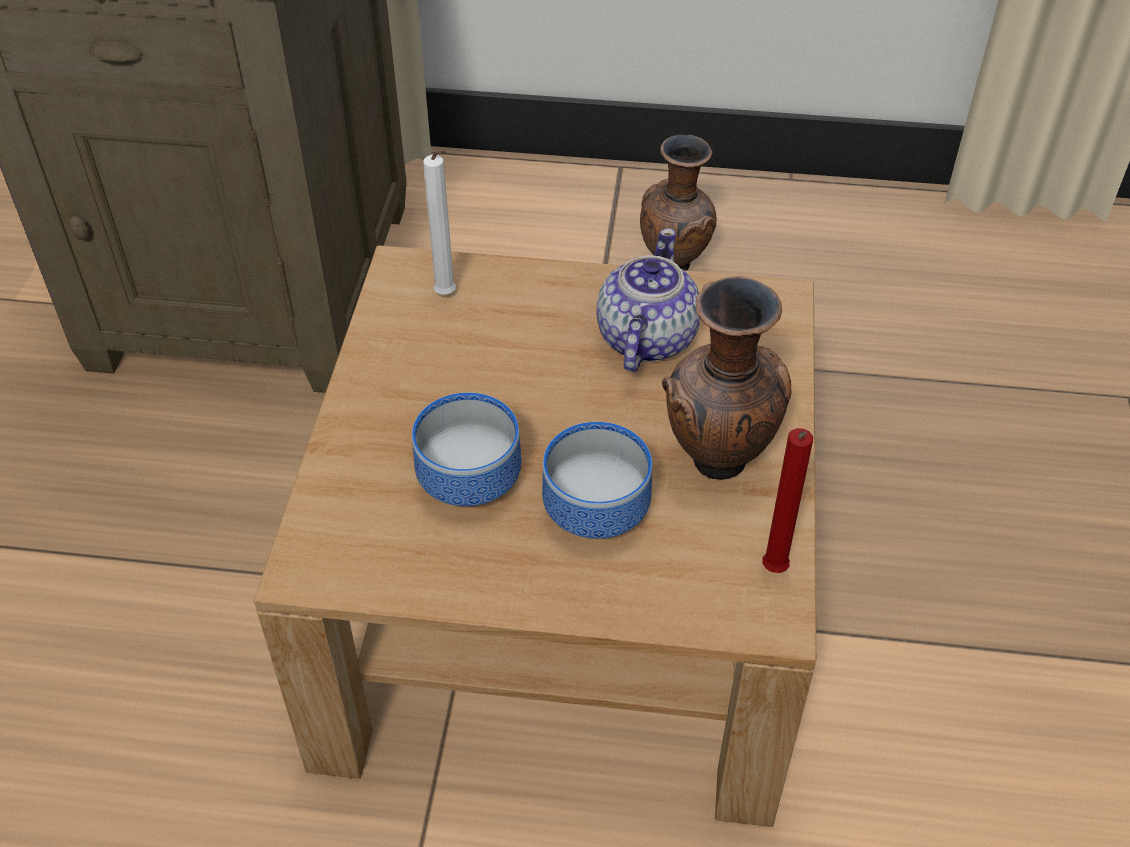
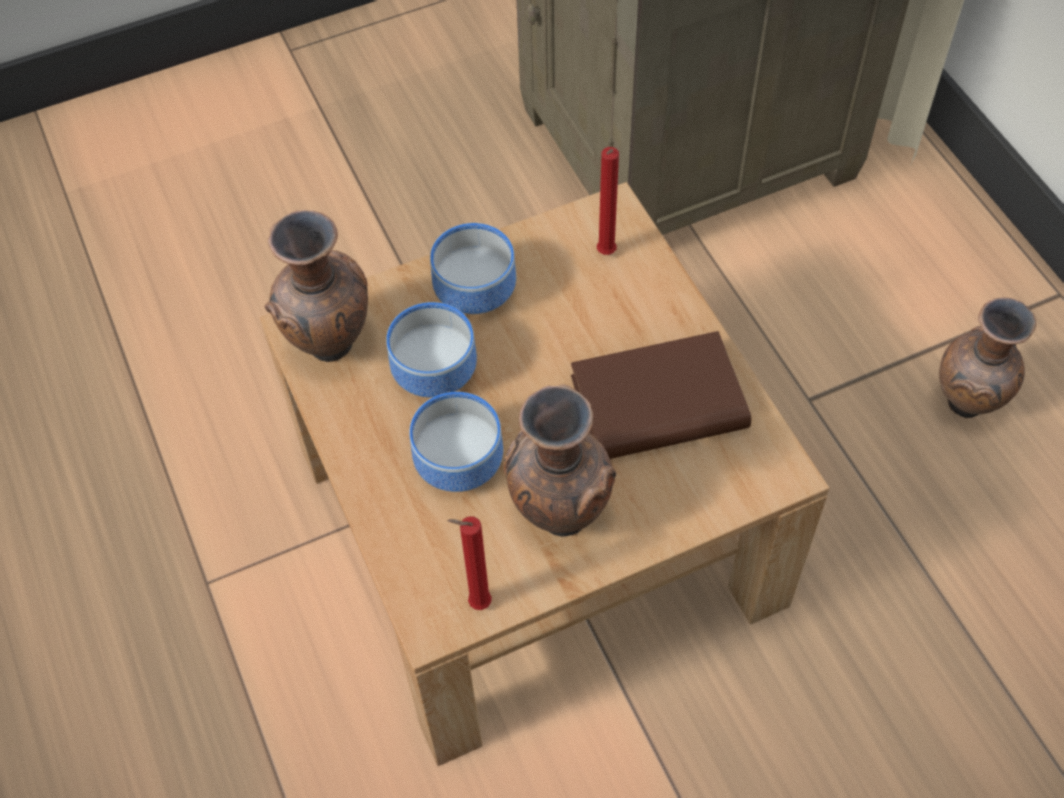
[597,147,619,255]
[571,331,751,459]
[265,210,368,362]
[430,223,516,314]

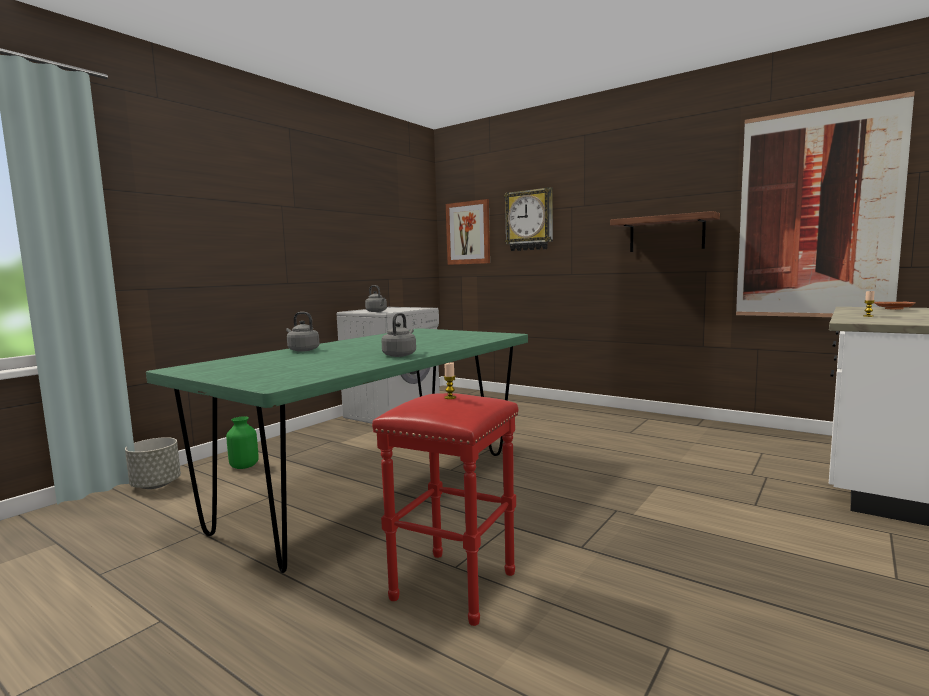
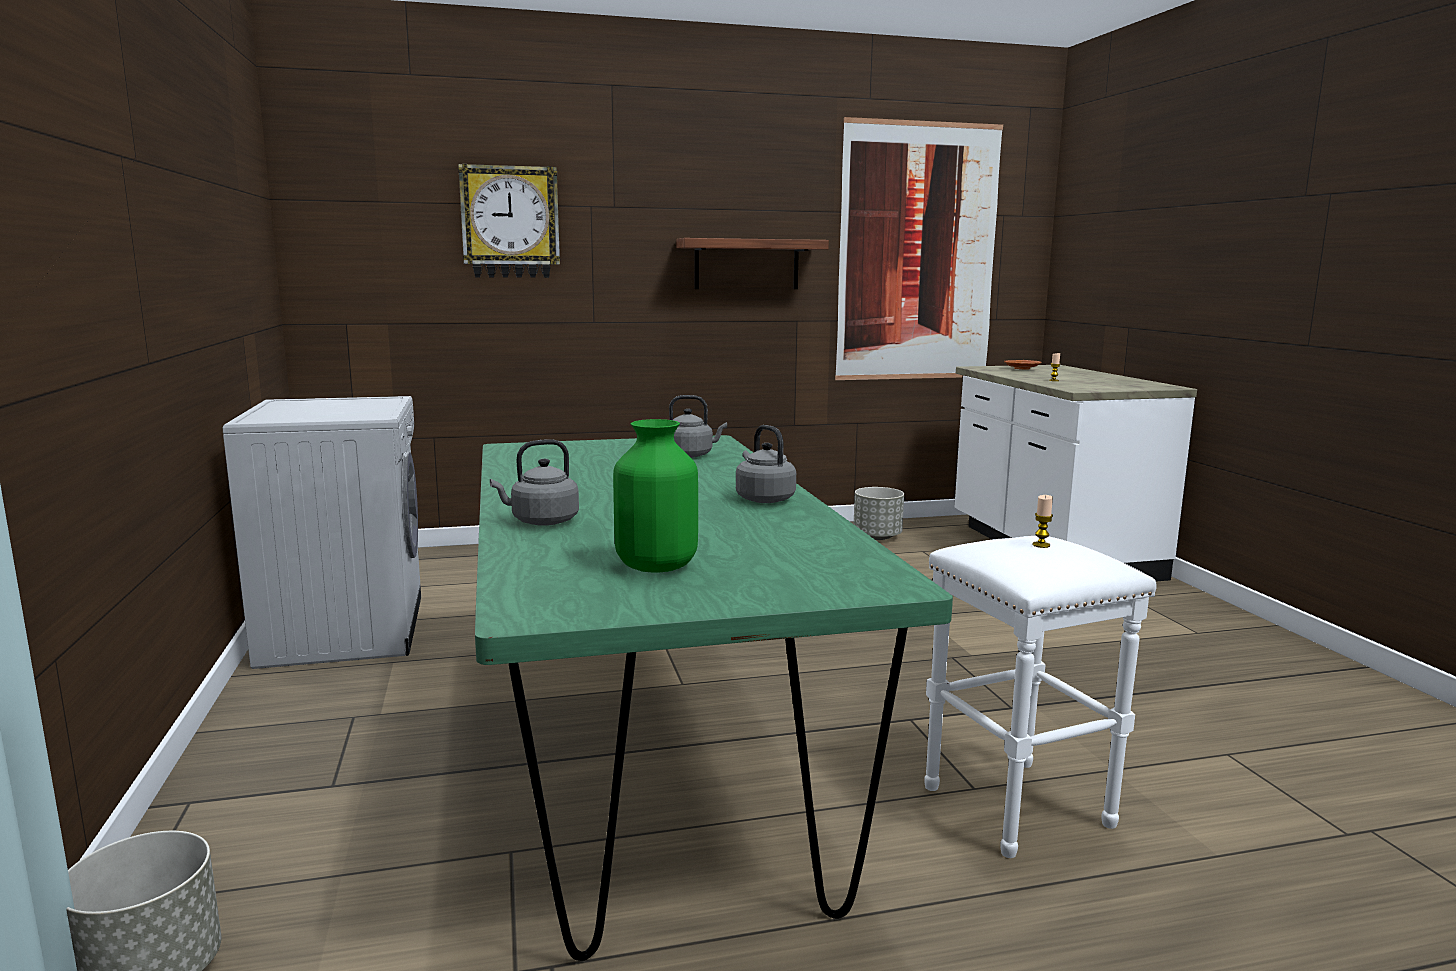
[613,419,698,573]
[669,395,727,458]
[924,536,1157,858]
[446,199,490,265] (first image)
[854,487,904,540]

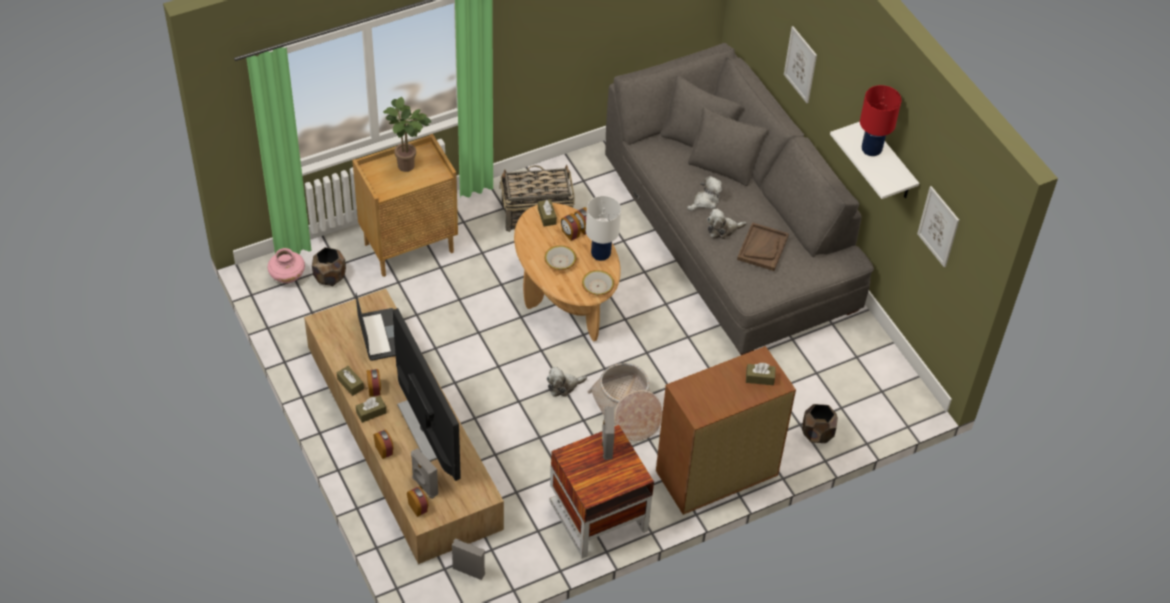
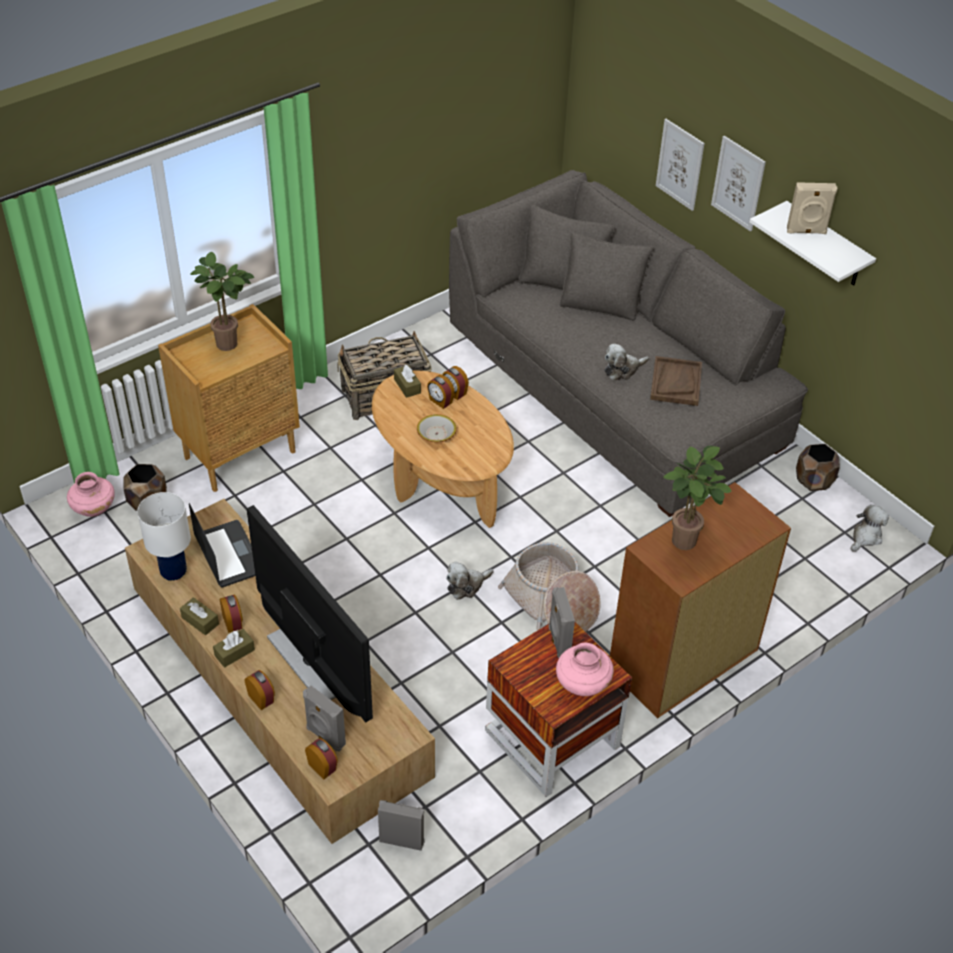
[582,270,614,295] (first image)
[137,492,191,581]
[851,505,889,552]
[746,363,776,385] (first image)
[796,444,840,491]
[787,182,838,234]
[711,136,766,231]
[556,642,614,696]
[664,446,732,550]

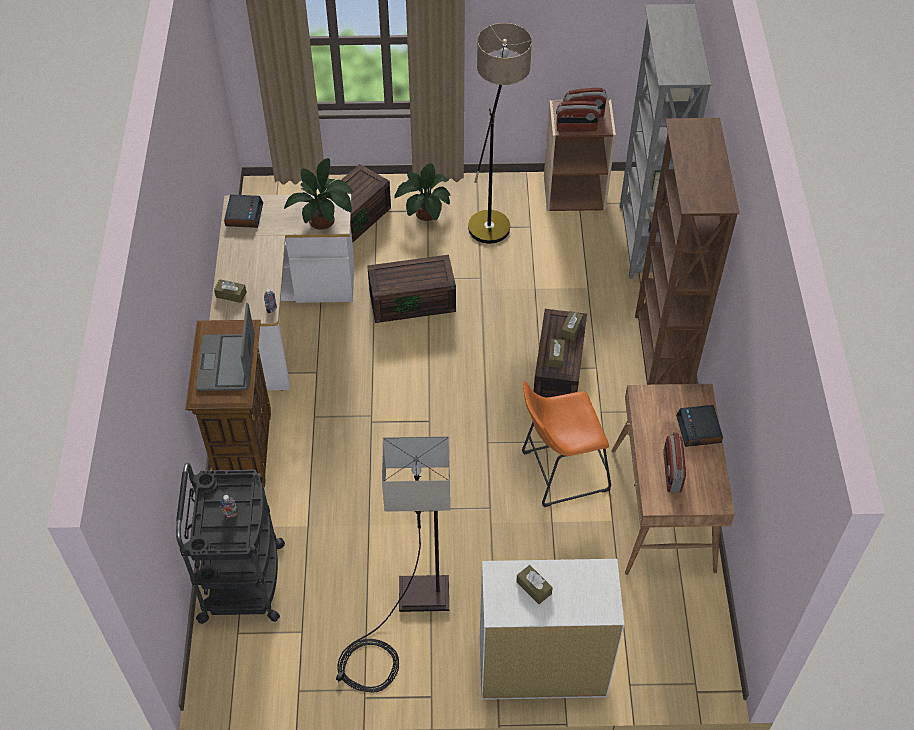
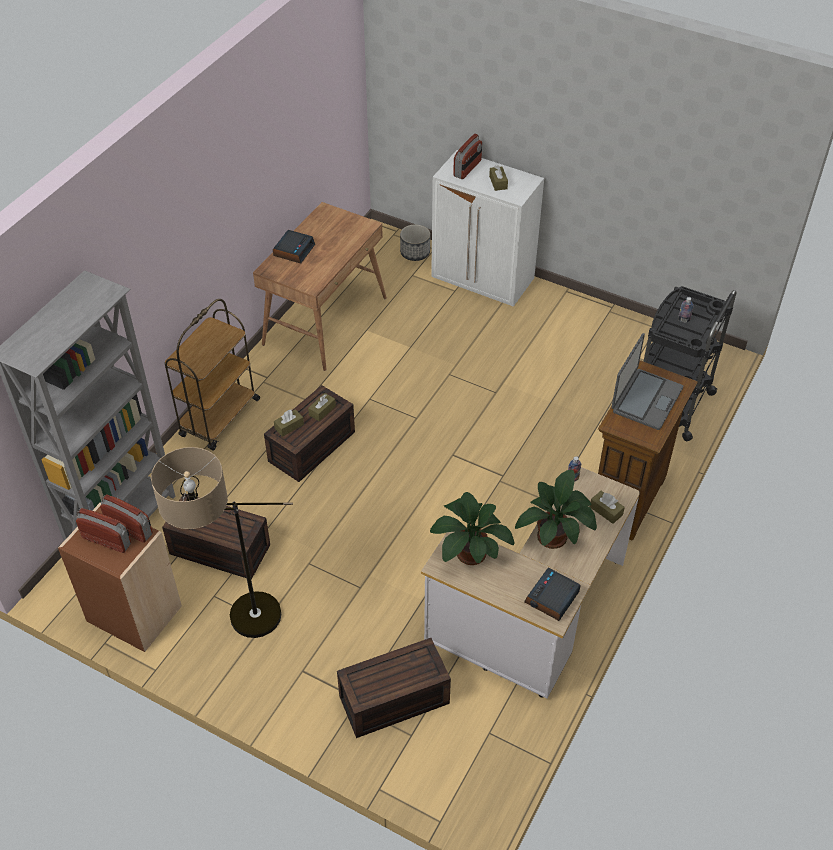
[336,436,450,692] (first image)
[162,493,270,579]
[515,470,597,549]
[522,381,611,507] (first image)
[164,299,260,451]
[453,134,482,179]
[400,224,430,261]

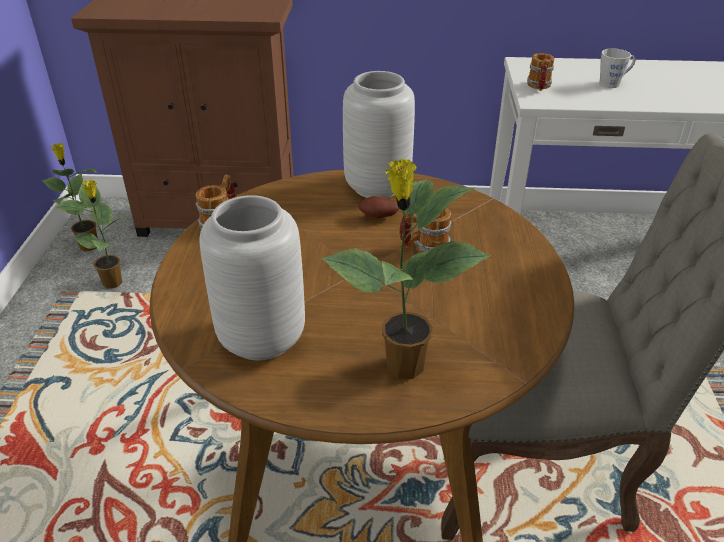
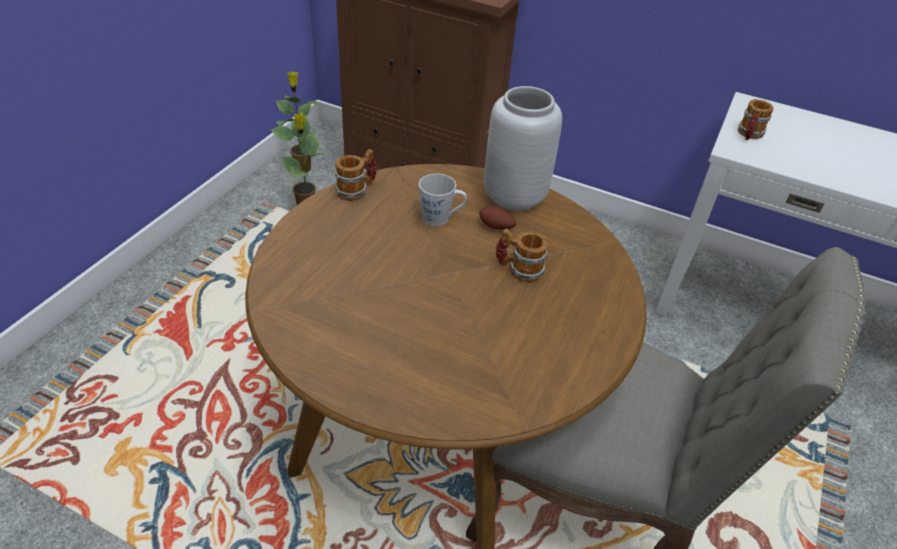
[199,195,305,361] (first image)
[321,158,491,379] (first image)
[418,174,467,226]

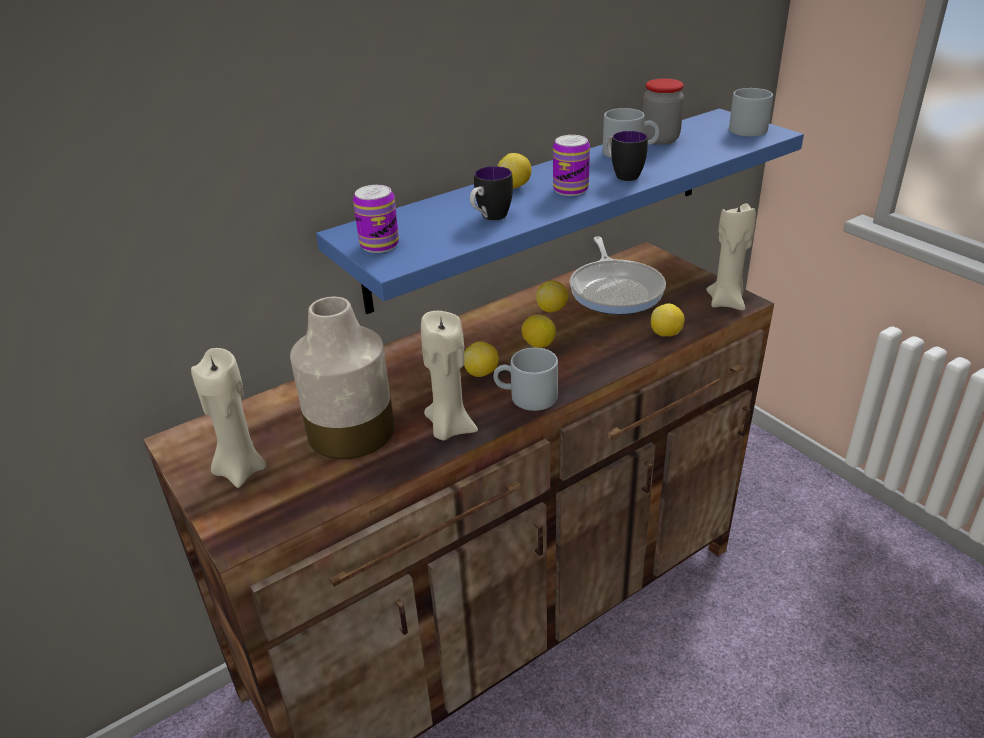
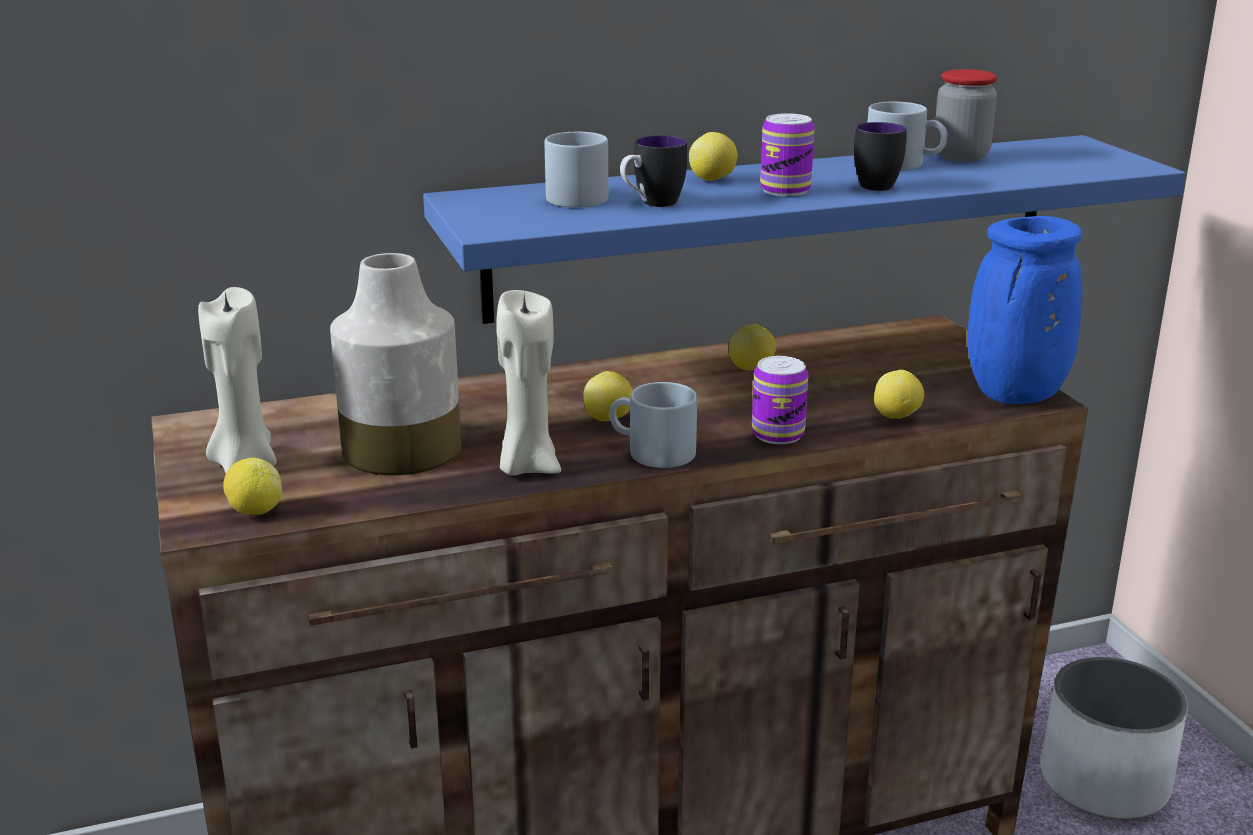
[752,356,809,444]
[223,458,282,515]
[570,236,666,314] (first image)
[967,216,1082,404]
[545,132,608,208]
[1041,657,1188,820]

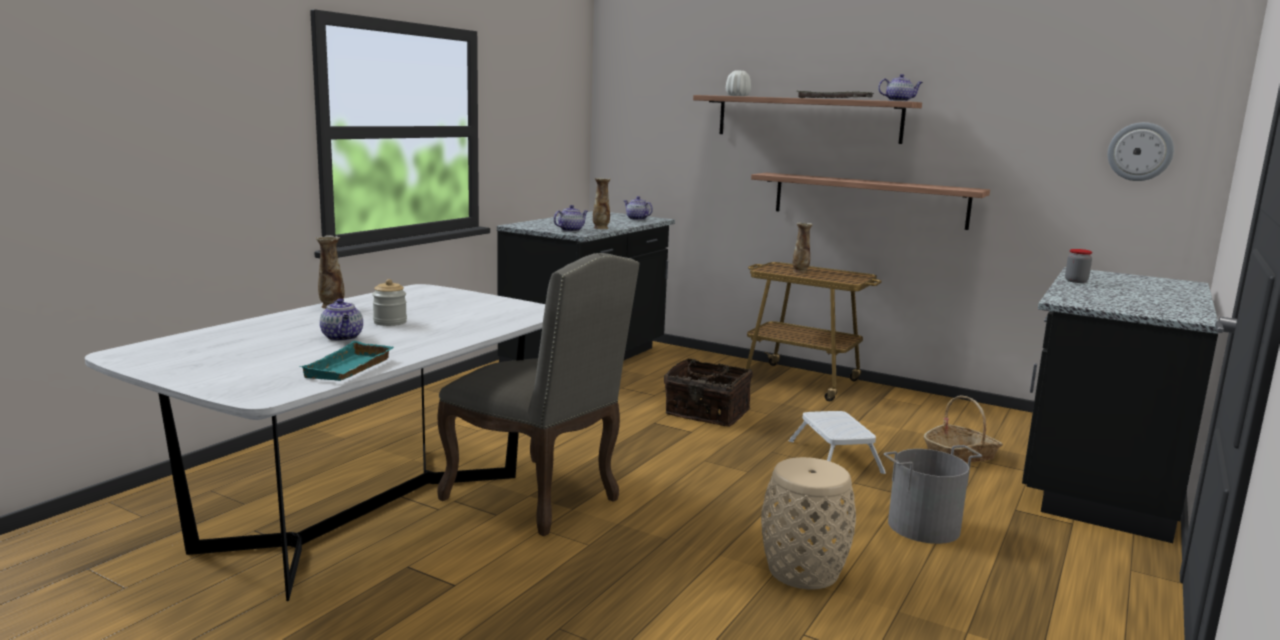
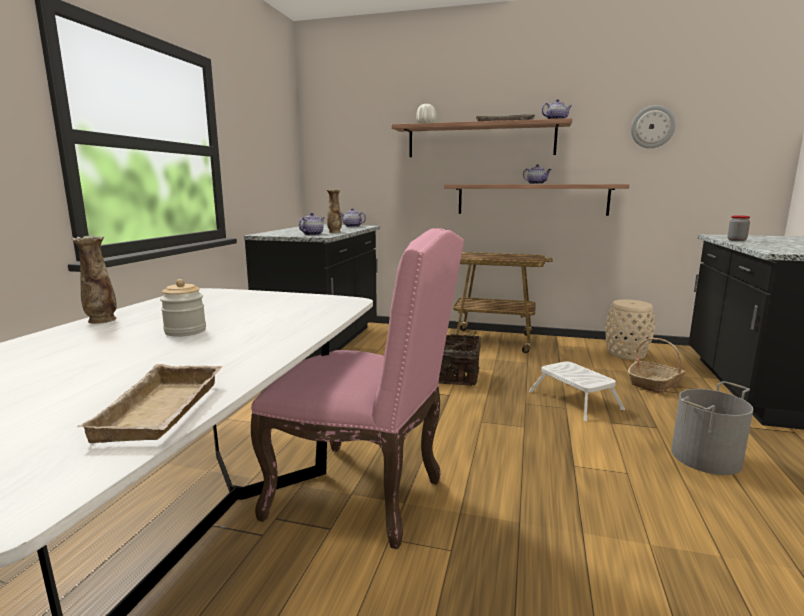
[77,364,222,443]
[523,164,552,184]
[251,228,464,549]
[605,299,655,360]
[793,222,813,274] (first image)
[631,105,676,148]

